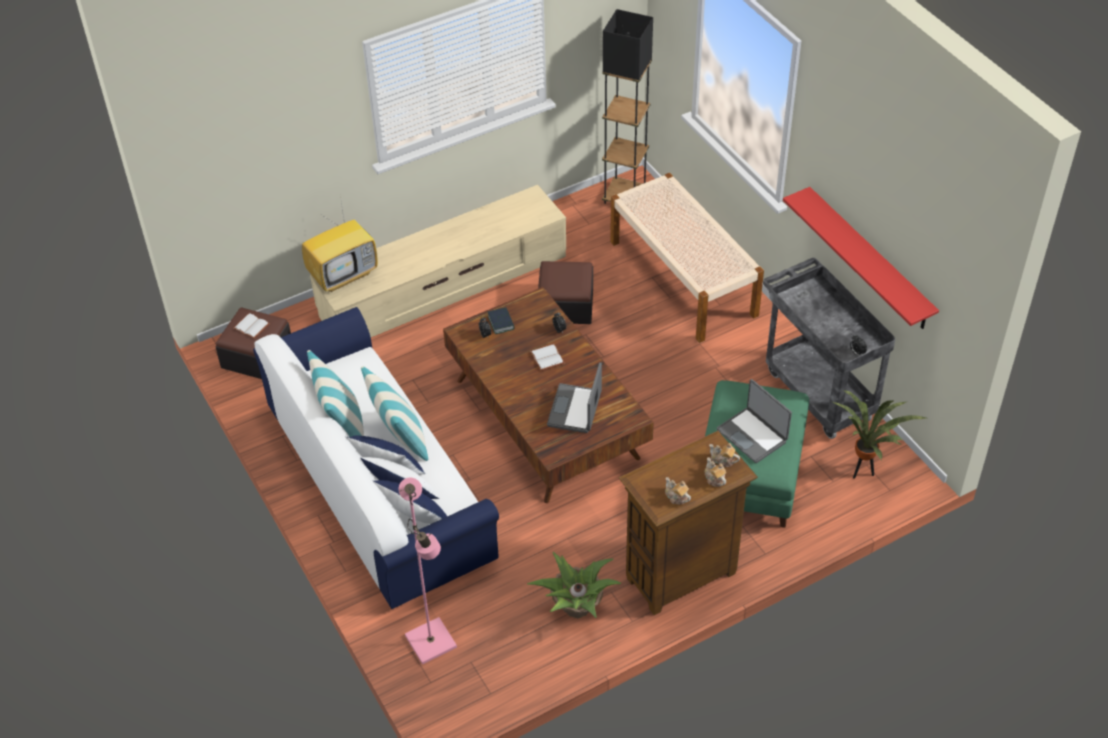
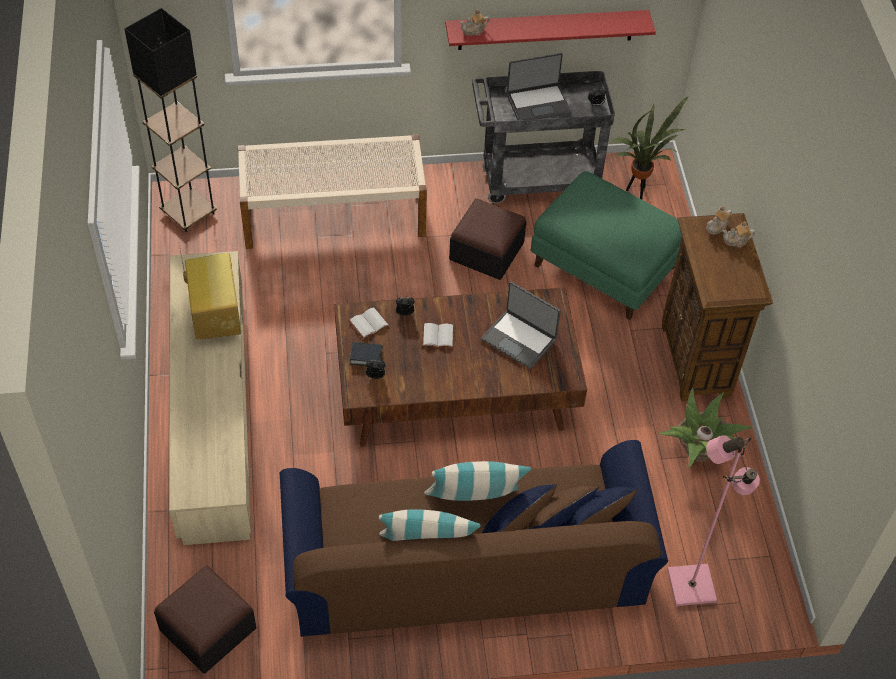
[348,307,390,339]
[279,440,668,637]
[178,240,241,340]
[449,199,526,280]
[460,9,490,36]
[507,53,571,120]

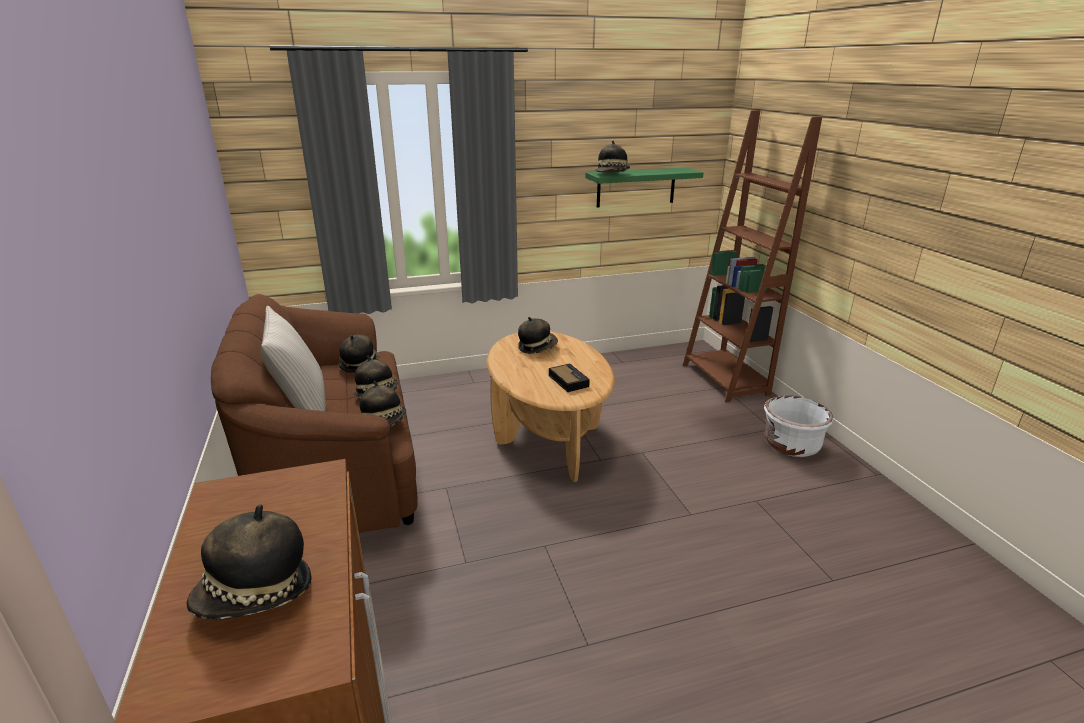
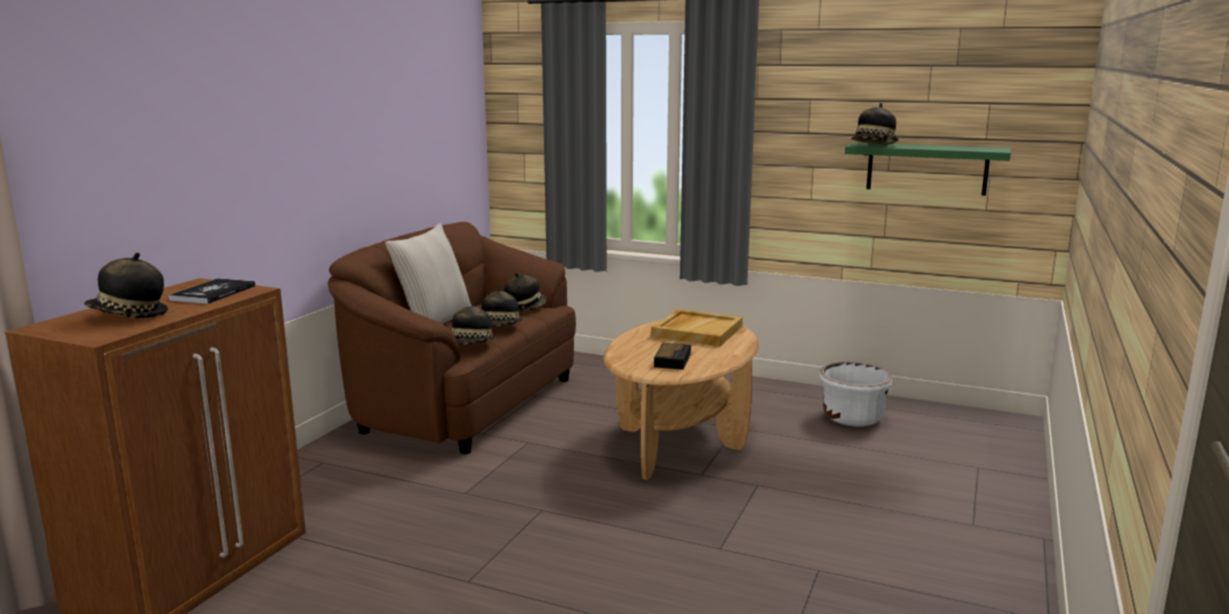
[651,309,743,346]
[683,110,822,403] (first image)
[820,362,892,427]
[168,278,255,304]

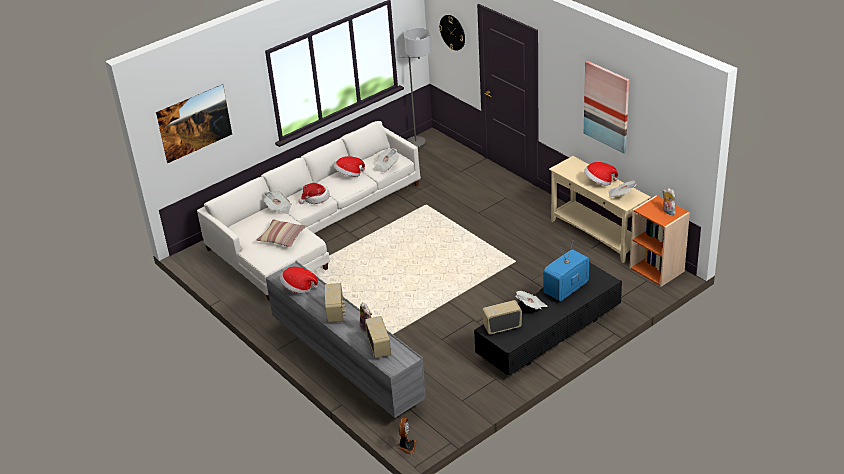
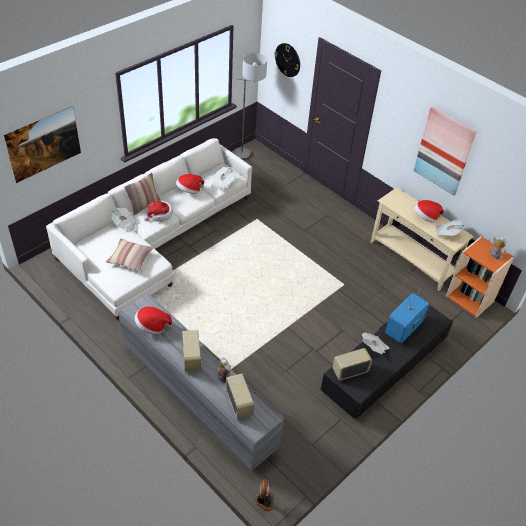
[124,173,161,216]

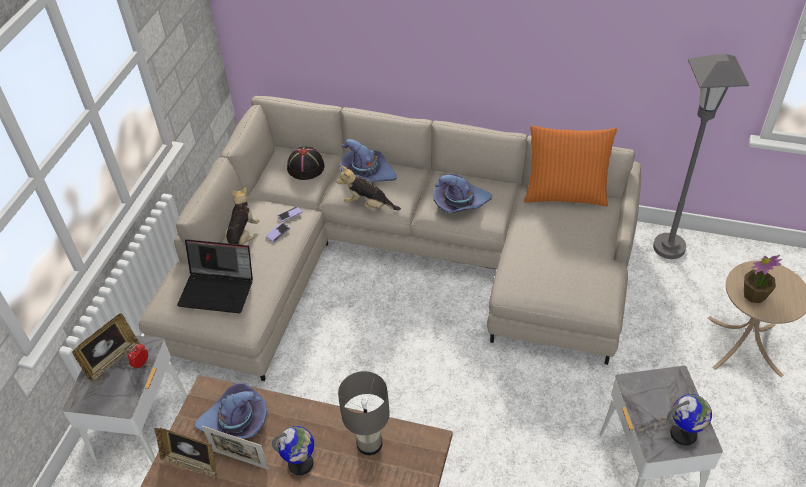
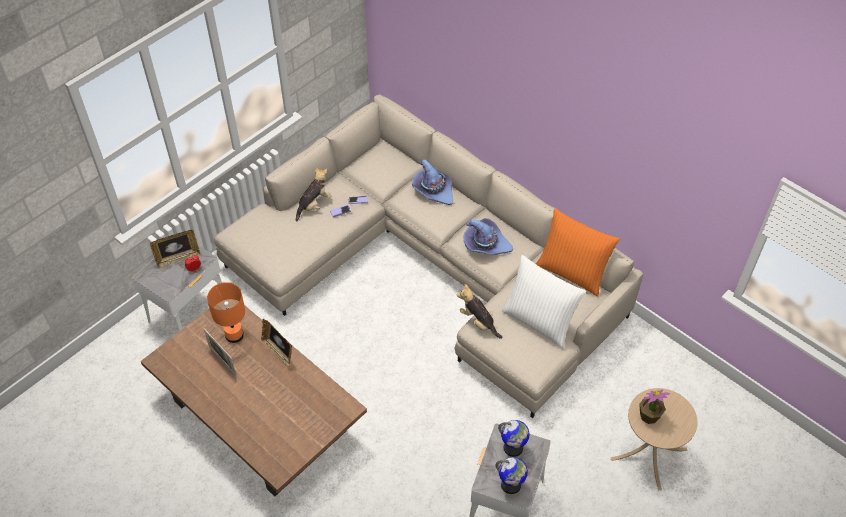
[261,319,292,369]
[177,239,253,313] (first image)
[207,282,245,343]
[498,420,529,457]
[287,146,325,180] (first image)
[457,284,503,339]
[338,371,389,455] (first image)
[653,54,749,259] (first image)
[502,255,586,348]

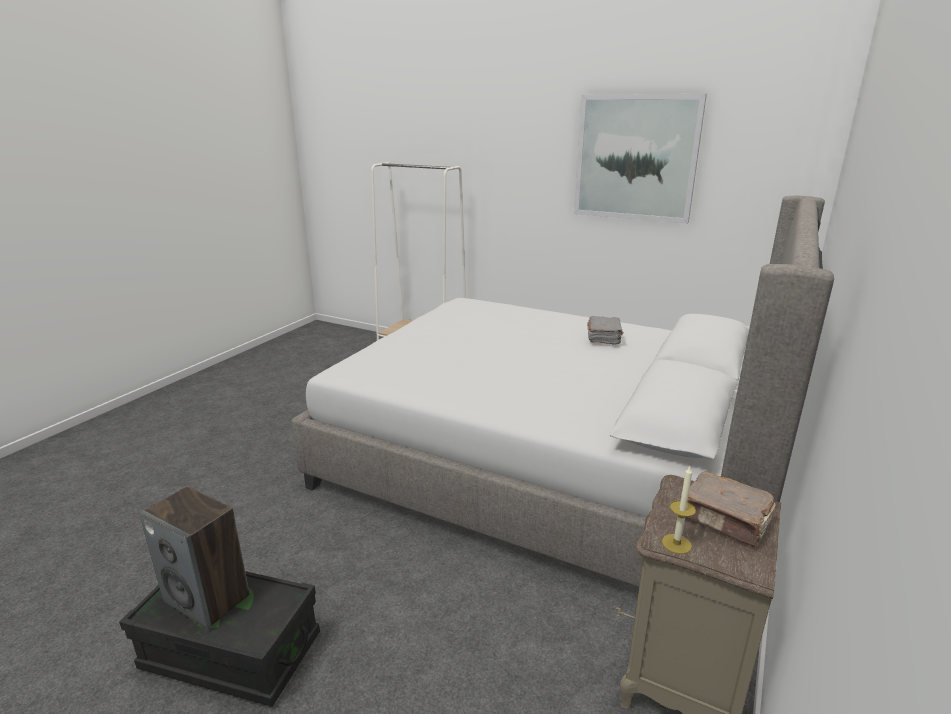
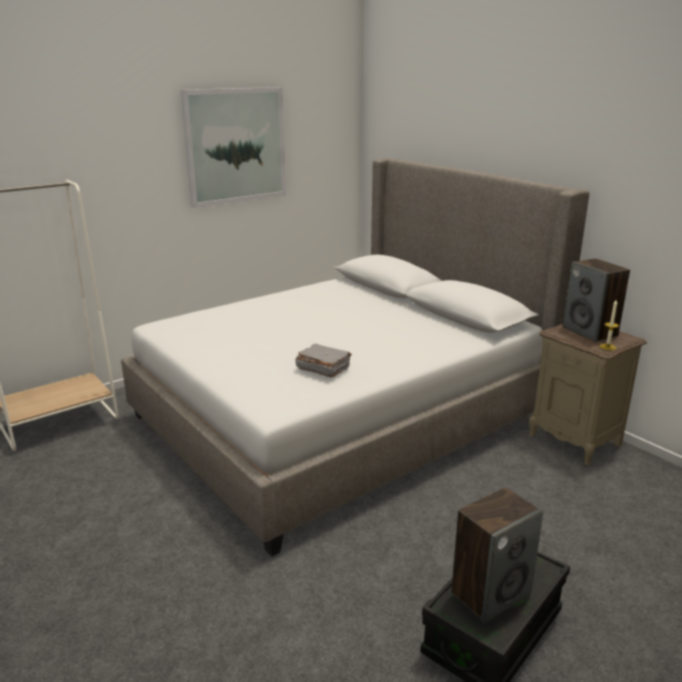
[295,344,352,378]
[563,258,630,342]

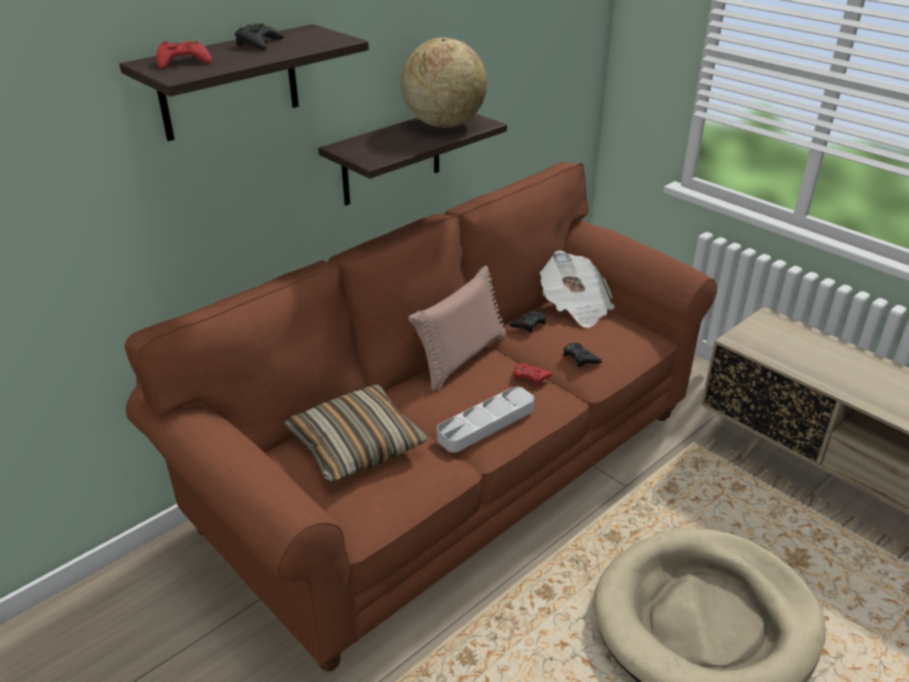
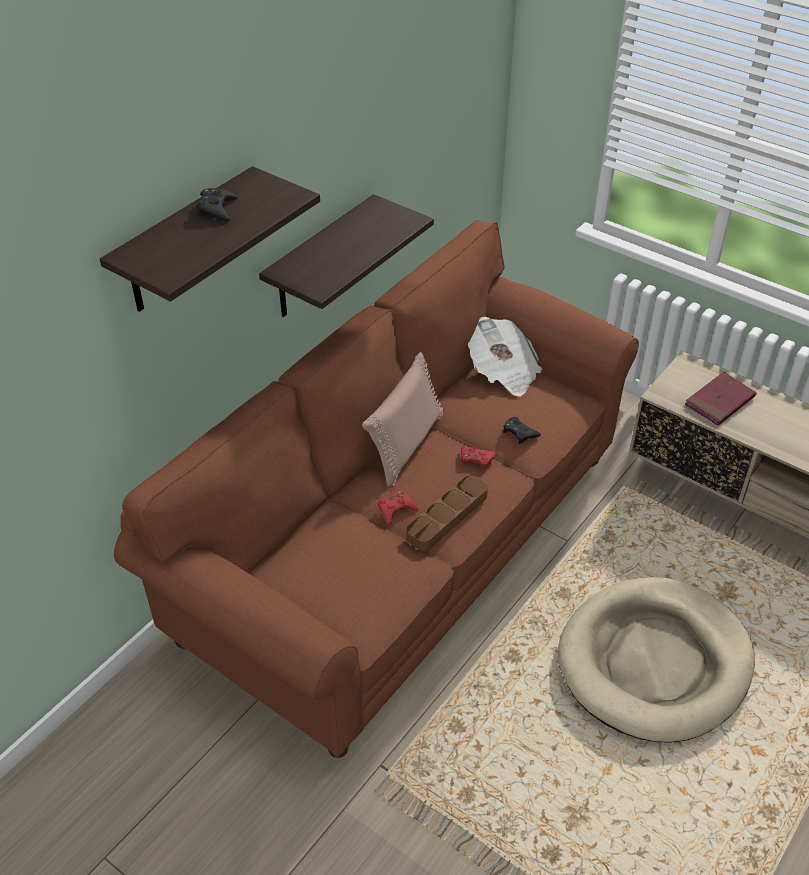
[378,490,418,525]
[284,384,428,482] (first image)
[401,38,487,128] (first image)
[406,475,488,551]
[509,311,546,333] (first image)
[685,372,757,426]

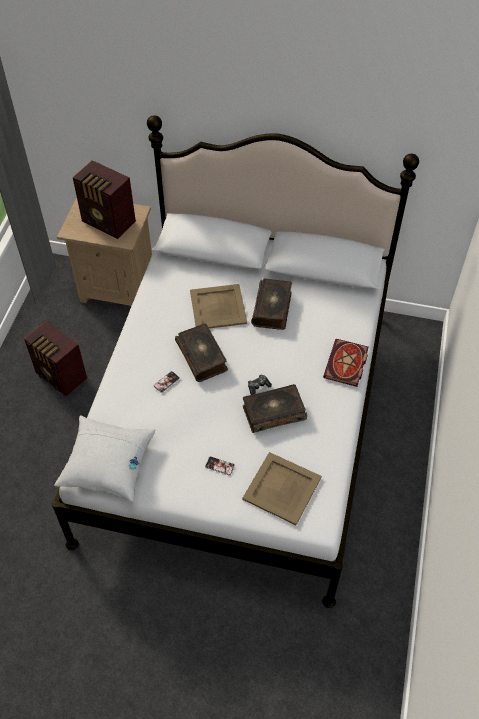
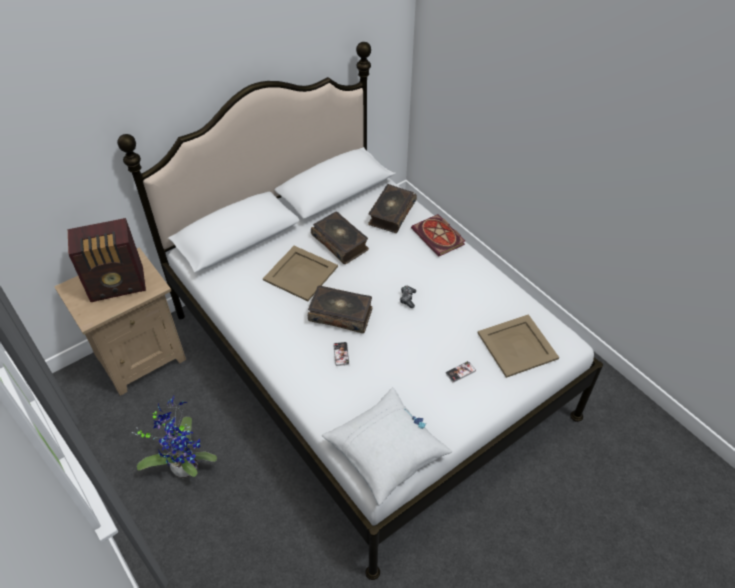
[132,396,217,478]
[368,184,417,233]

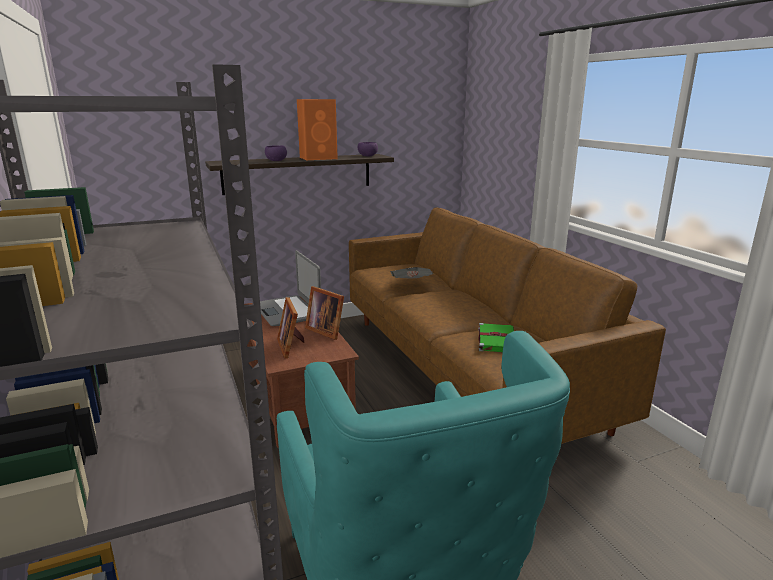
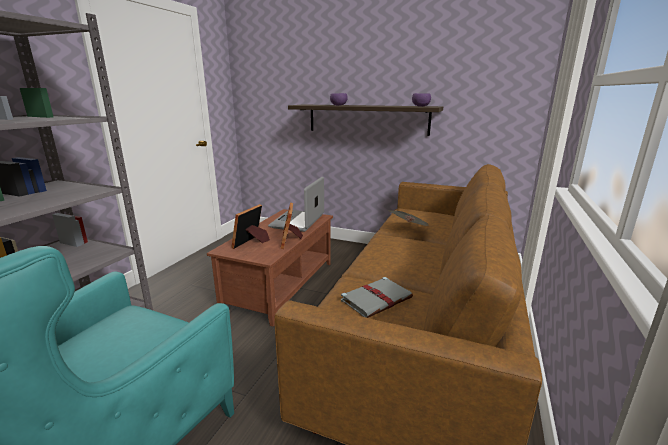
[297,99,338,160] (first image)
[341,277,413,318]

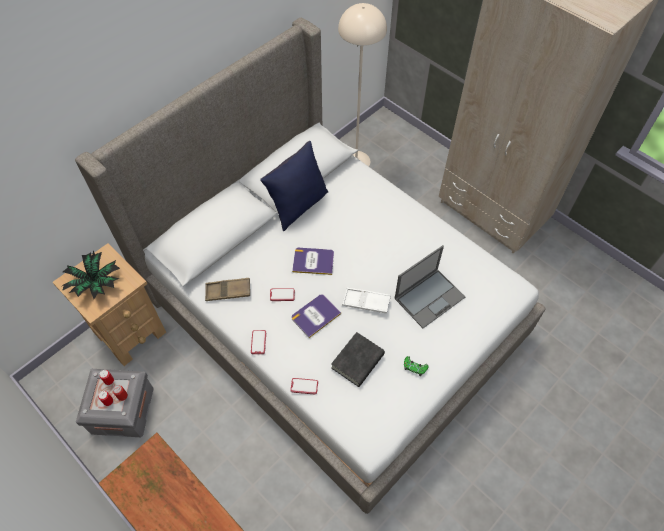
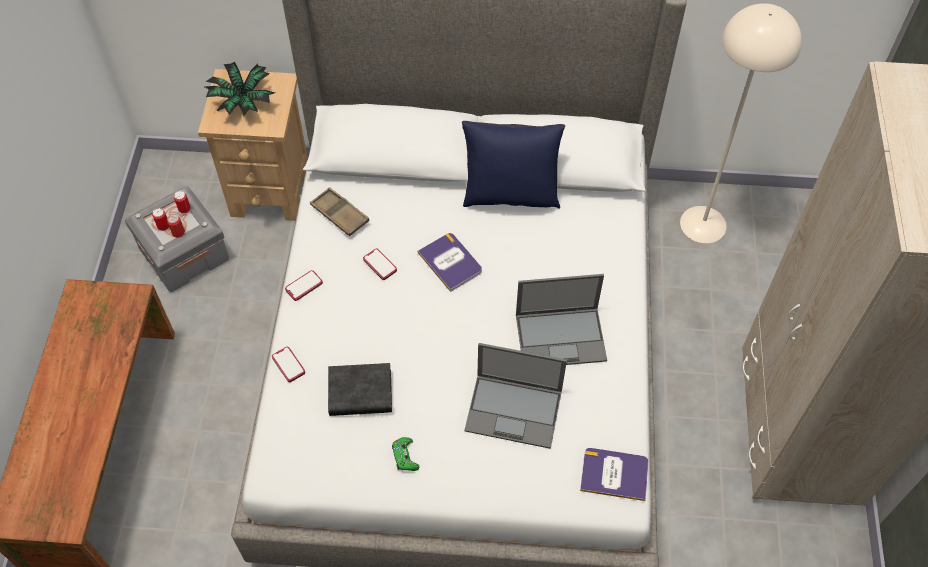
[580,448,649,501]
[342,288,391,314] (first image)
[516,274,607,365]

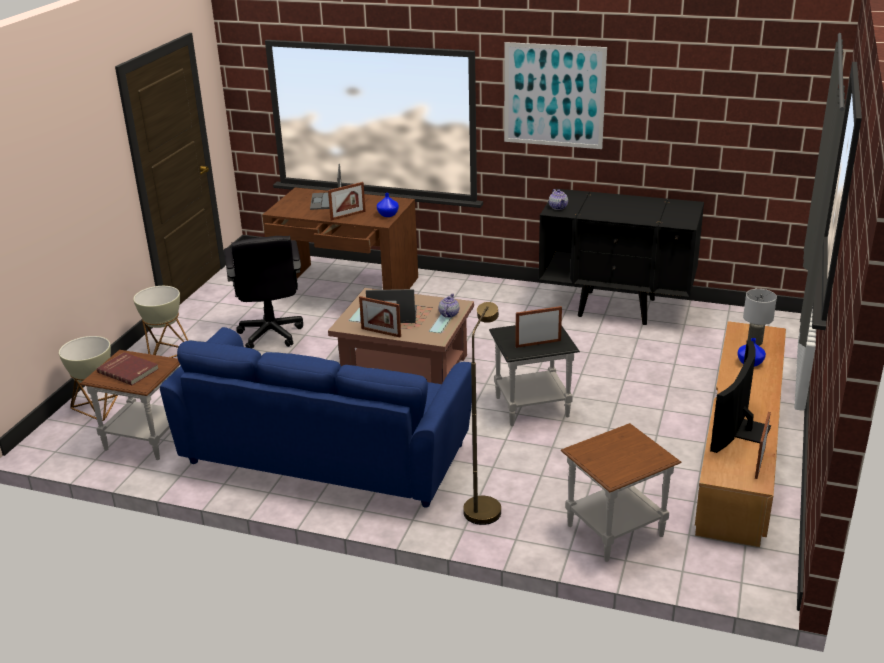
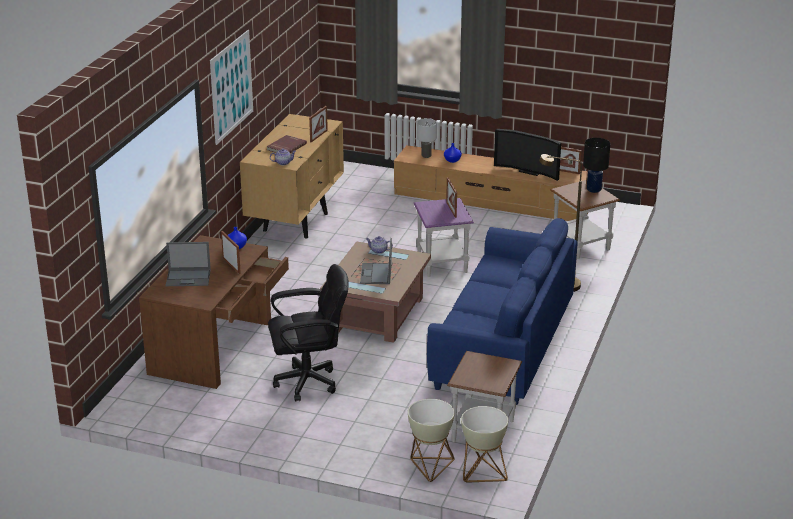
[266,135,307,153]
[461,406,508,482]
[309,106,328,142]
[414,198,474,277]
[240,114,344,239]
[583,138,610,193]

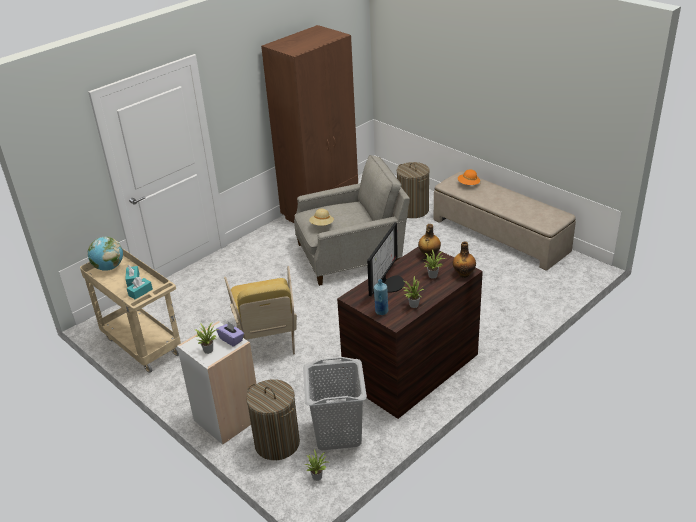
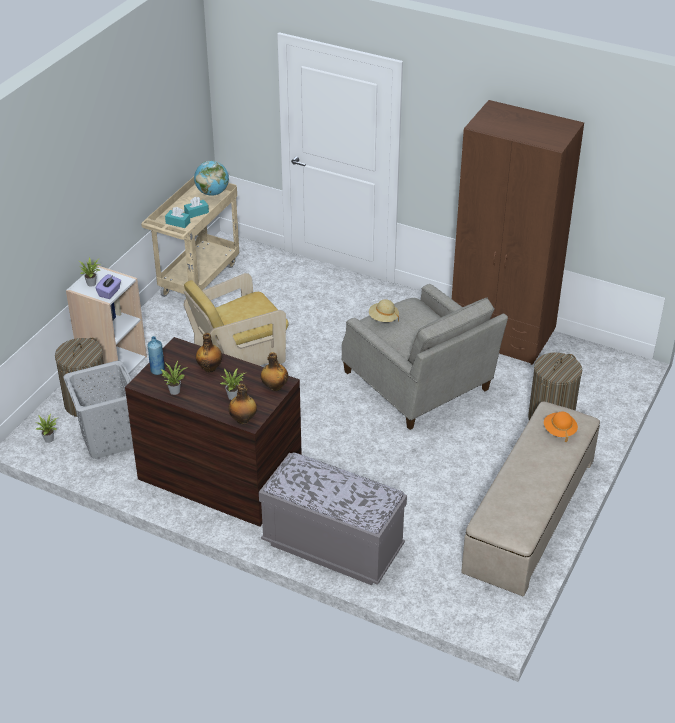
[196,333,222,373]
[259,452,407,585]

